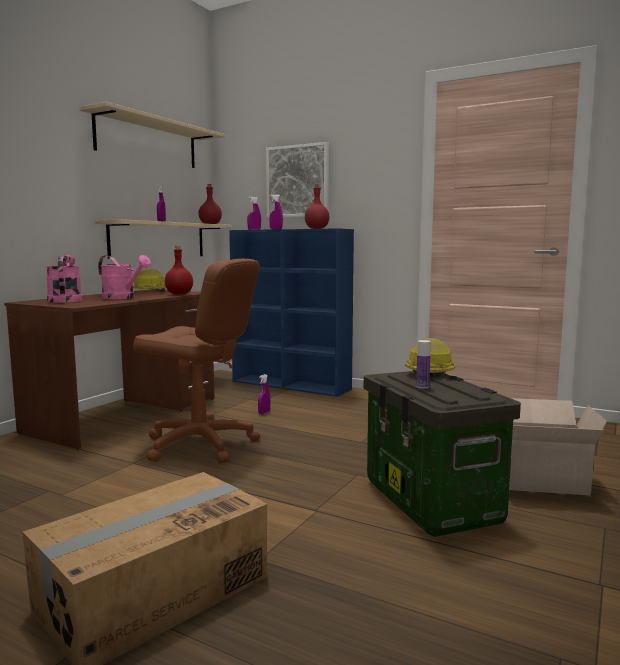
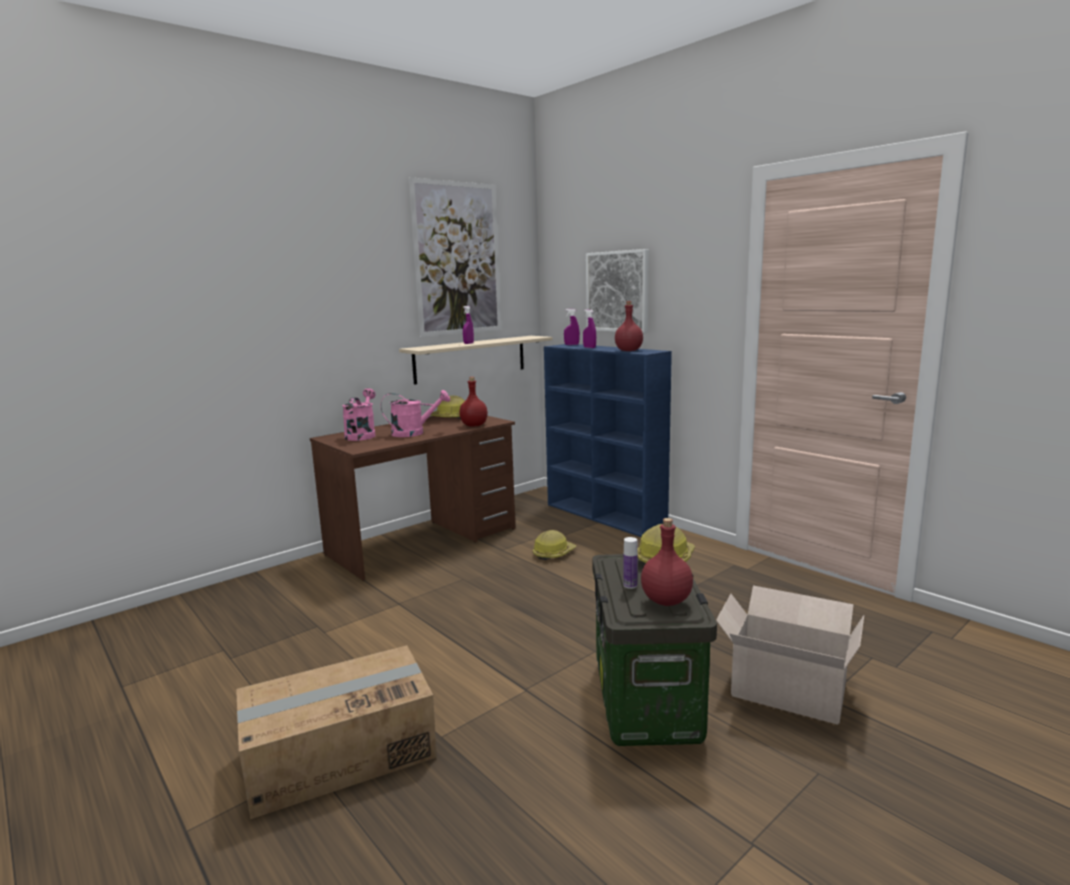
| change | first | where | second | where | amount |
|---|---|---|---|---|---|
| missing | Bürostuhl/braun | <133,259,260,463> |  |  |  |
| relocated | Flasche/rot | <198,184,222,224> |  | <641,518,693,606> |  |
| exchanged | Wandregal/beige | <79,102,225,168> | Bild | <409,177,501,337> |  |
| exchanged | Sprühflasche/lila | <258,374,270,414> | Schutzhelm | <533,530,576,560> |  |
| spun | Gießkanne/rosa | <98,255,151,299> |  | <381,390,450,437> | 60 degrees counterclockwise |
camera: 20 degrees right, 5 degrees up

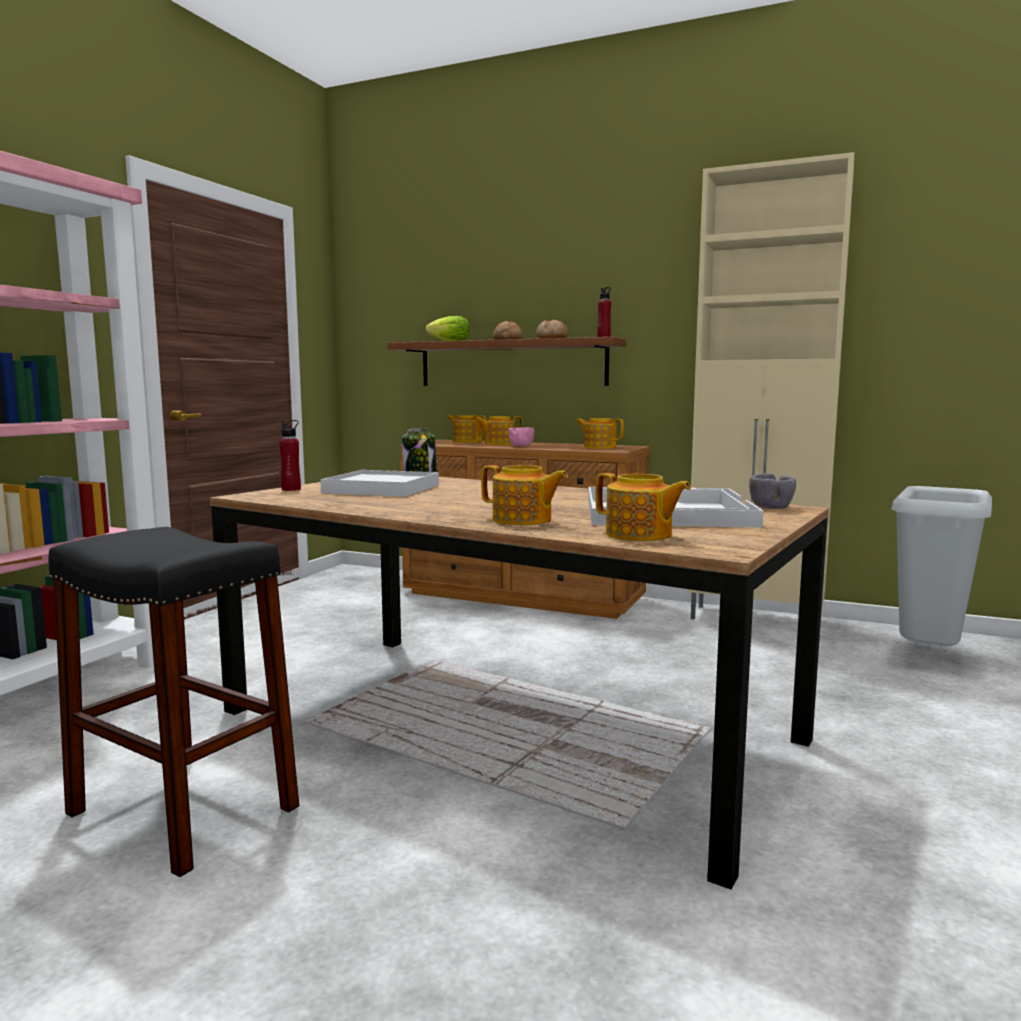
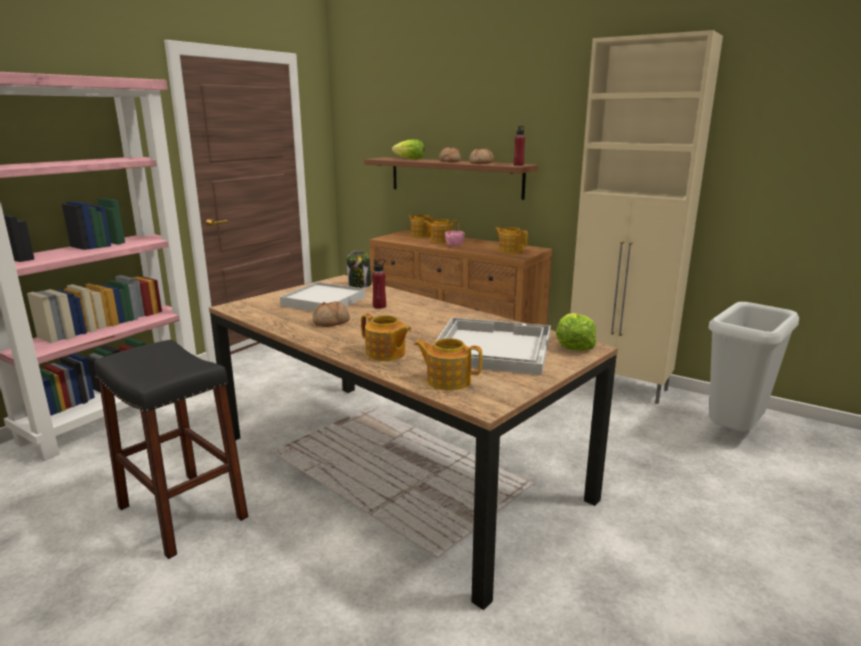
| change | first | where | second | where | amount |
|---|---|---|---|---|---|
| appeared |  |  | Brot | <313,301,350,327> |  |
| relocated | Flasche/rot | <279,420,301,491> |  | <372,259,386,309> |  |
| exchanged | Schüssel/grau | <749,473,796,509> | Salatkopf | <556,313,597,351> |  |
| spun | Teekanne | <595,473,691,542> |  | <414,338,482,390> | 150 degrees clockwise |
camera: 10 degrees right, 10 degrees up

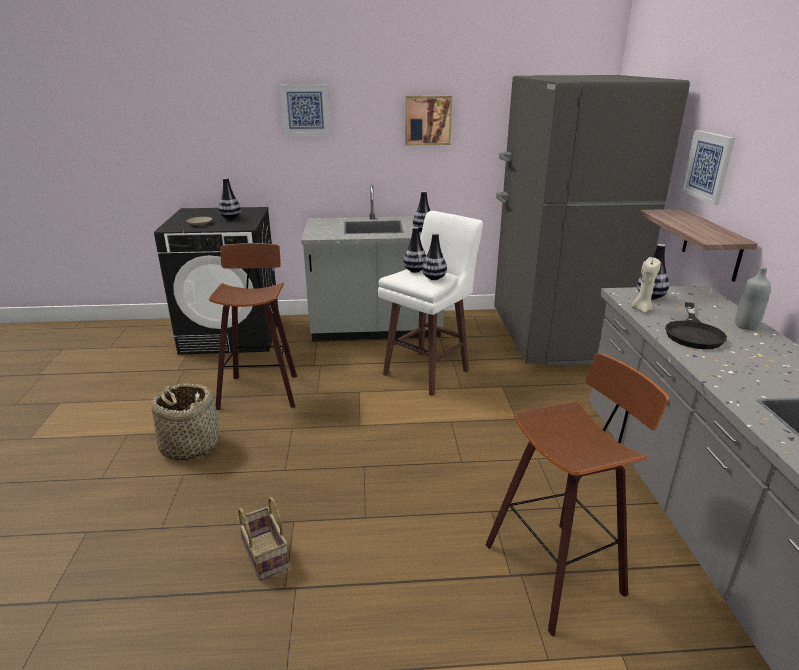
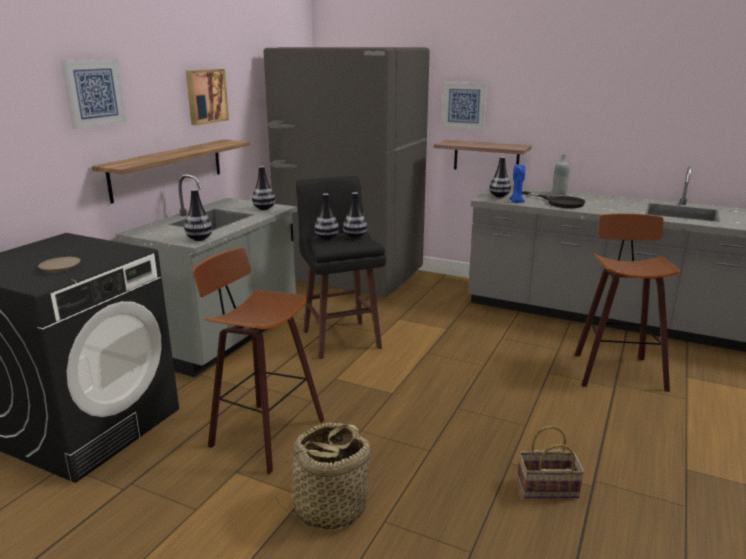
| change | first | where | second | where | amount |
|---|---|---|---|---|---|
| appeared |  |  | Wandregal | <92,139,250,204> |  |
| relocated | Vase | <219,178,241,220> |  | <184,189,213,241> |  |
| colour | Hocker/weiß | <378,211,483,396> | Hocker/schwarz | <296,176,386,359> |  |
| colour | Kerze/beige | <632,257,661,313> | Kerze/blau | <509,164,525,203> |  |
camera: 60 degrees left, 5 degrees down

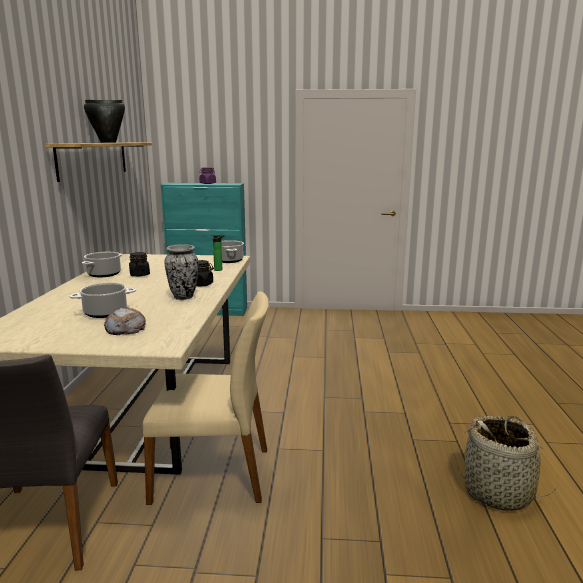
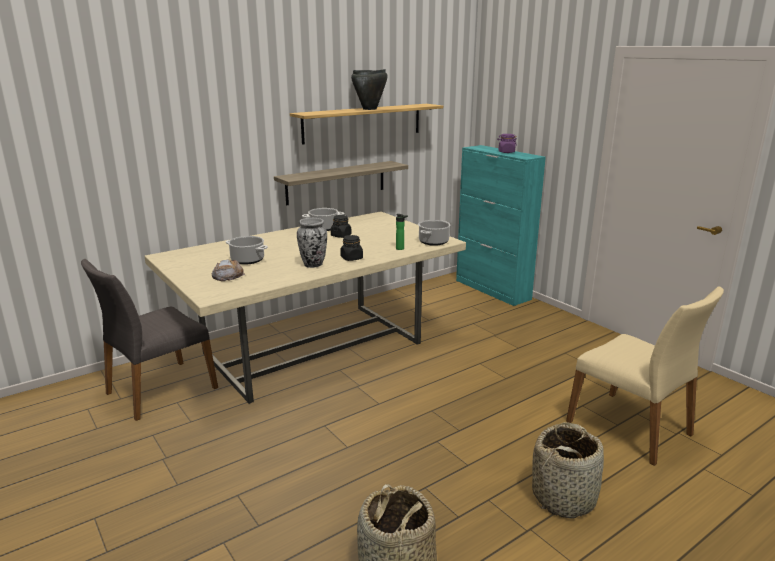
| change | first | where | second | where | amount |
|---|---|---|---|---|---|
| appeared |  |  | Wandregal | <274,161,408,205> |  |
| appeared |  |  | Korb | <532,422,604,519> |  |
| relocated | Stuhl/beige | <143,291,269,505> |  | <566,286,724,466> |  |
camera: 50 degrees right, 5 degrees up

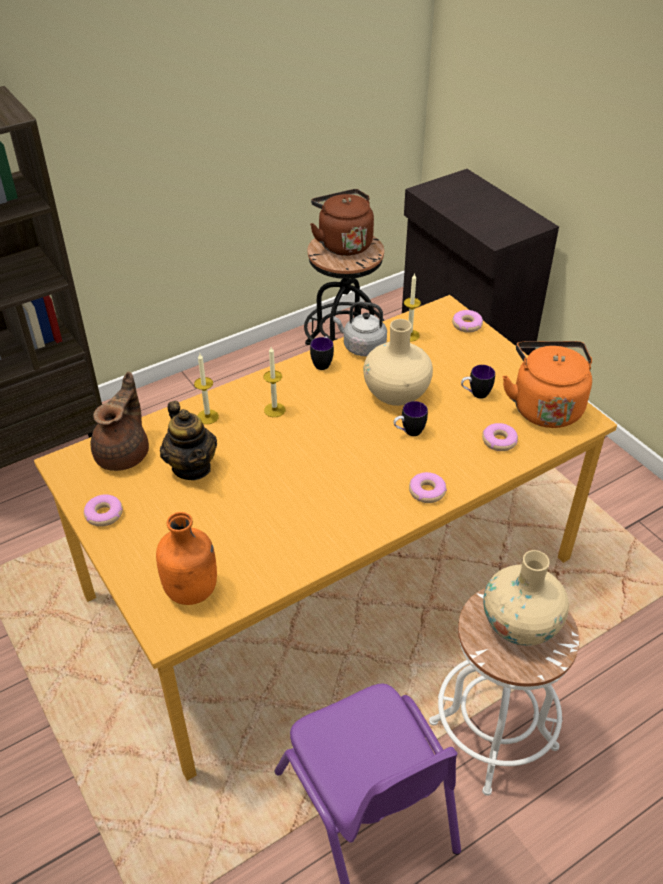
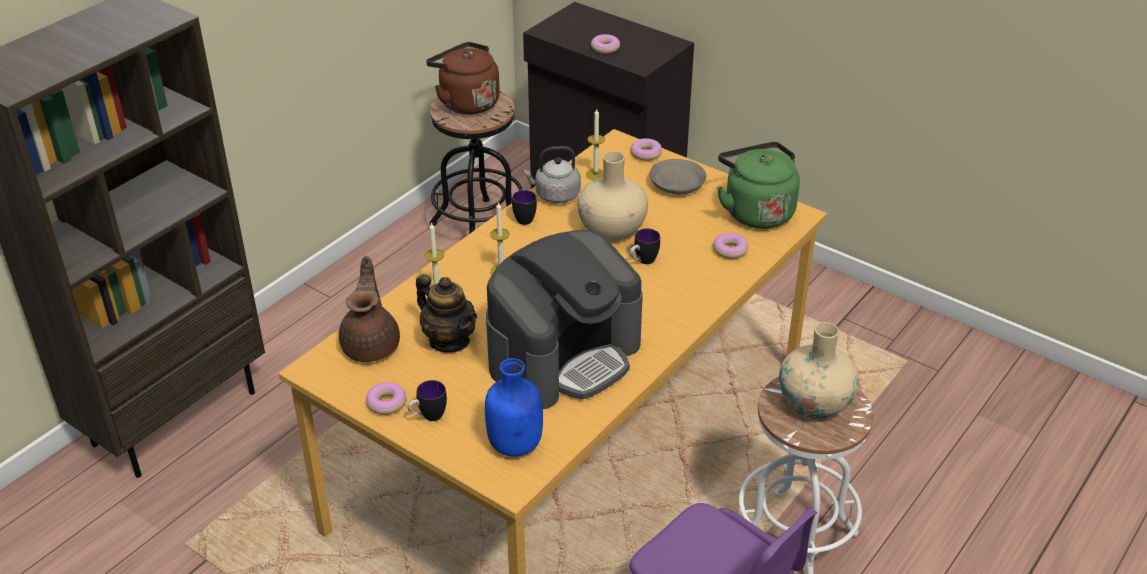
| change | first | where | second | where | amount |
|---|---|---|---|---|---|
| appeared |  |  | Kaffeemaschine | <486,230,643,409> |  |
| appeared |  |  | Schüssel/grau | <650,159,706,195> |  |
| relocated | Donut | <409,472,447,503> |  | <591,34,620,54> |  |
| relocated | Henkelbecher | <461,365,495,399> |  | <407,380,447,421> |  |
| colour | Flasche/orange | <156,512,217,605> | Flasche/blau | <485,358,543,457> |  |
| colour | Wasserkessel/orange | <502,341,592,428> | Wasserkessel/grün | <717,142,800,229> |  |
camera: 20 degrees left, 5 degrees down

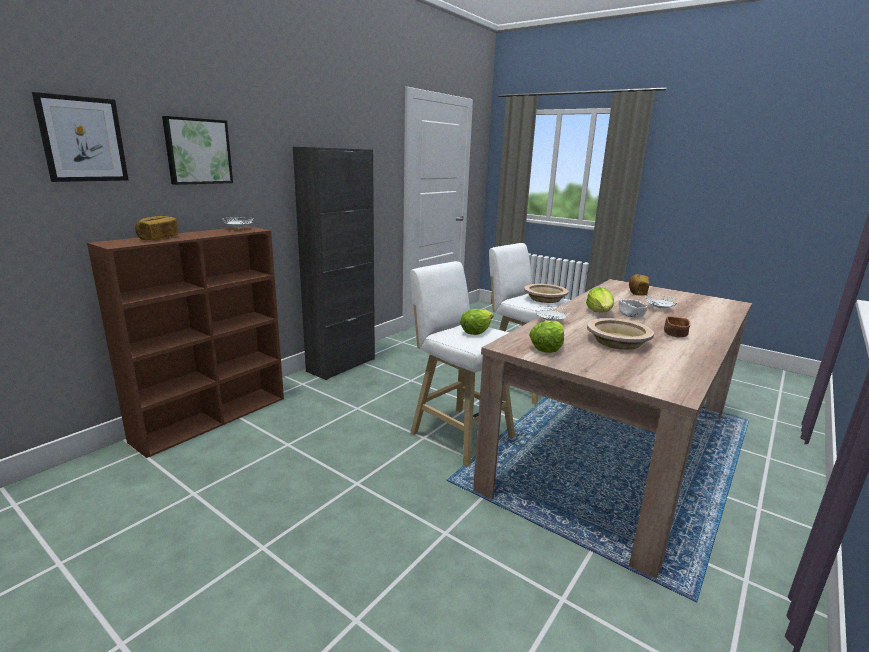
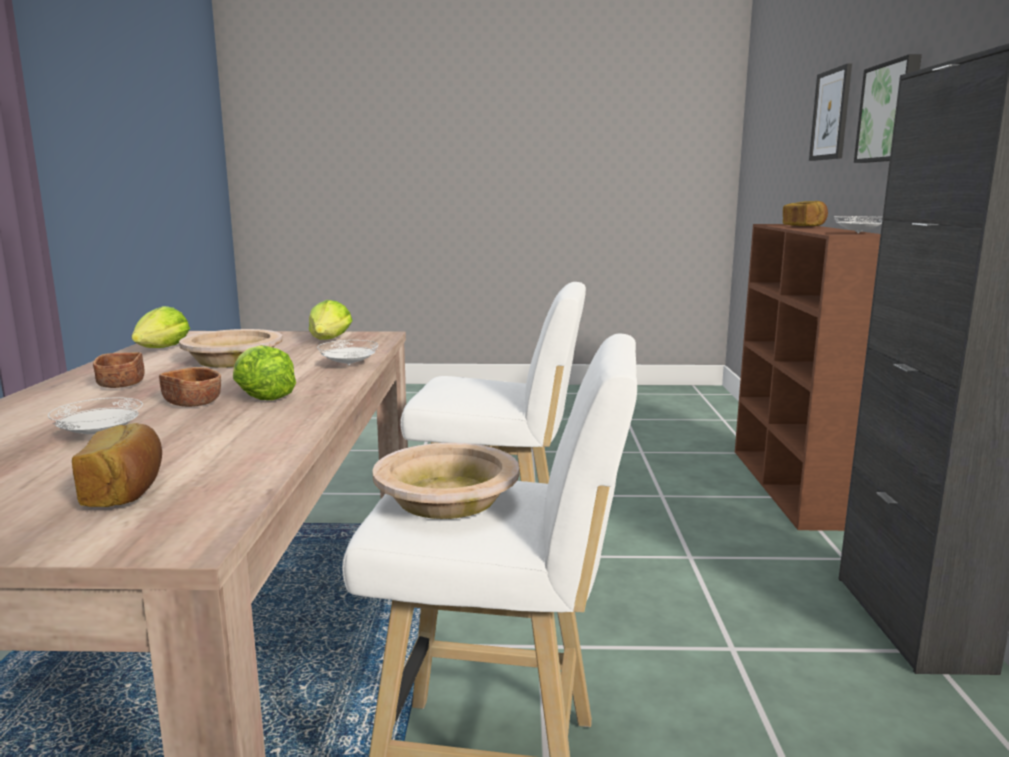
| change | first | where | second | where | amount |
|---|---|---|---|---|---|
| relocated | Salatkopf | <460,309,494,335> |  | <132,306,190,348> |  |
| colour | Schüssel/weiß | <619,299,647,318> | Schüssel/braun | <159,367,221,407> |  |
camera: 145 degrees right, 5 degrees down

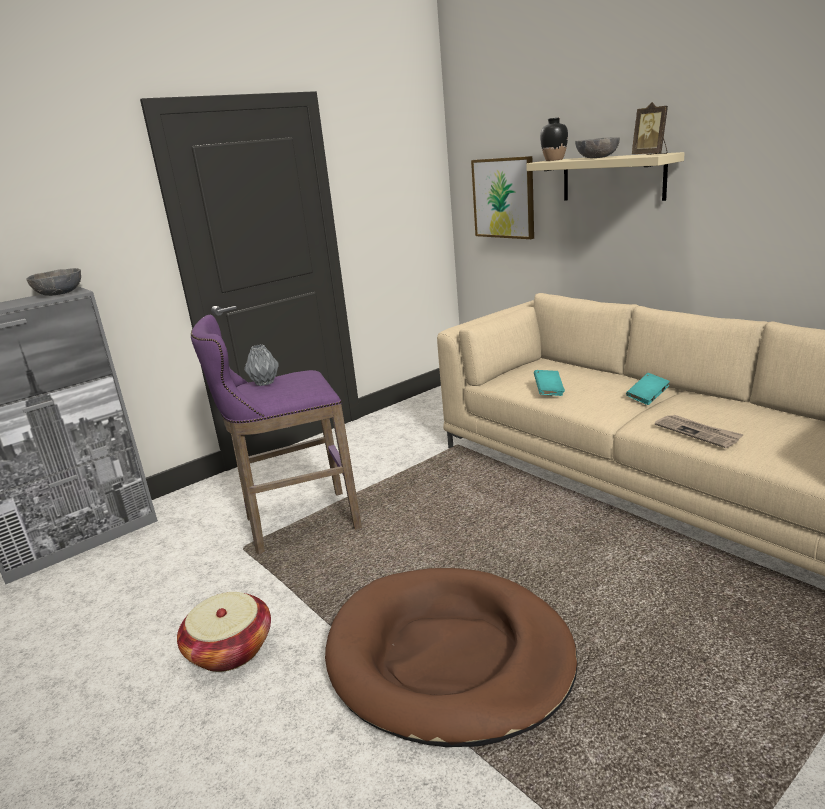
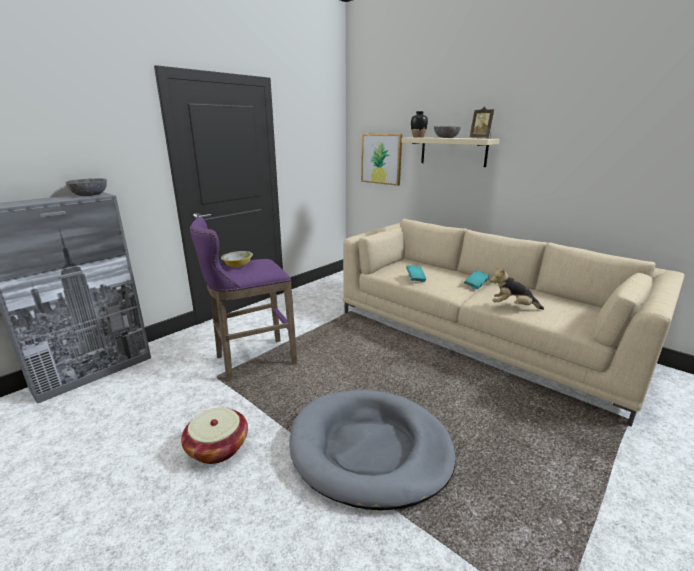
| change | first | where | second | where | amount |
|---|---|---|---|---|---|
| exchanged | Vase/grau | <244,344,279,386> | Schüssel | <221,251,253,267> |  |
| exchanged | Zeitung | <655,415,744,448> | Plüschtier | <490,267,544,310> |  |
| colour | Hundebett/braun | <325,568,578,747> | Hundebett/grau | <289,390,456,511> |  |
camera: 10 degrees left, 0 degrees up

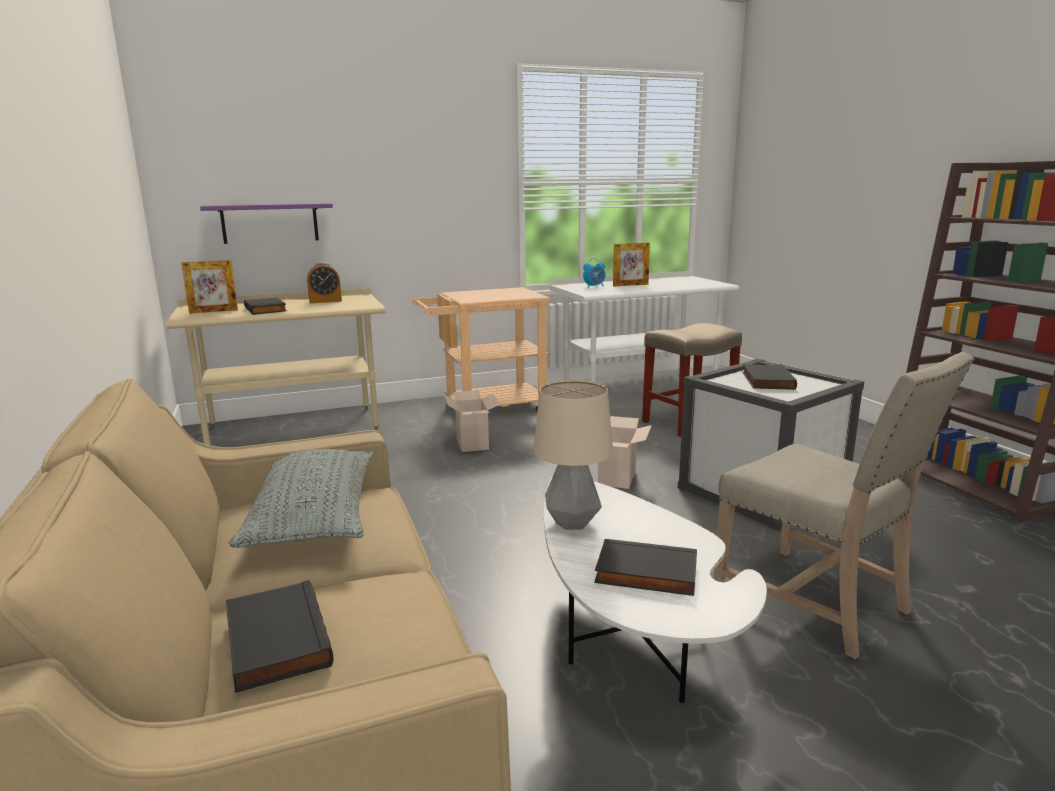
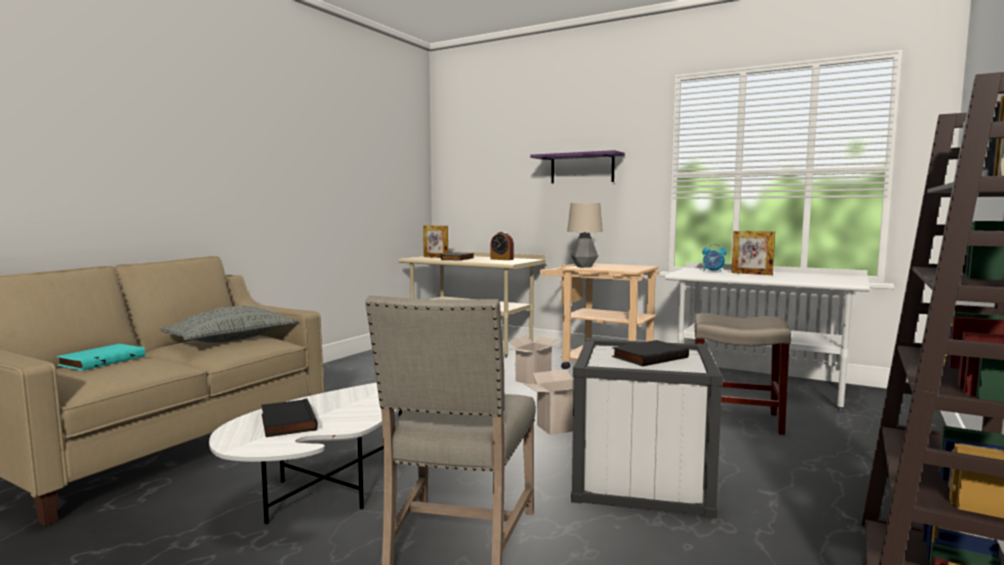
| change | first | where | second | where | amount |
|---|---|---|---|---|---|
| relocated | Wandregal/lila | <200,203,333,244> |  | <530,150,625,183> |  |
| relocated | Tischlampe | <533,380,613,530> |  | <567,203,603,268> |  |
| colour | Buch/schwarz | <226,580,334,693> | Buch/türkis | <56,344,145,371> |  |
camera: 50 degrees right, 10 degrees down

